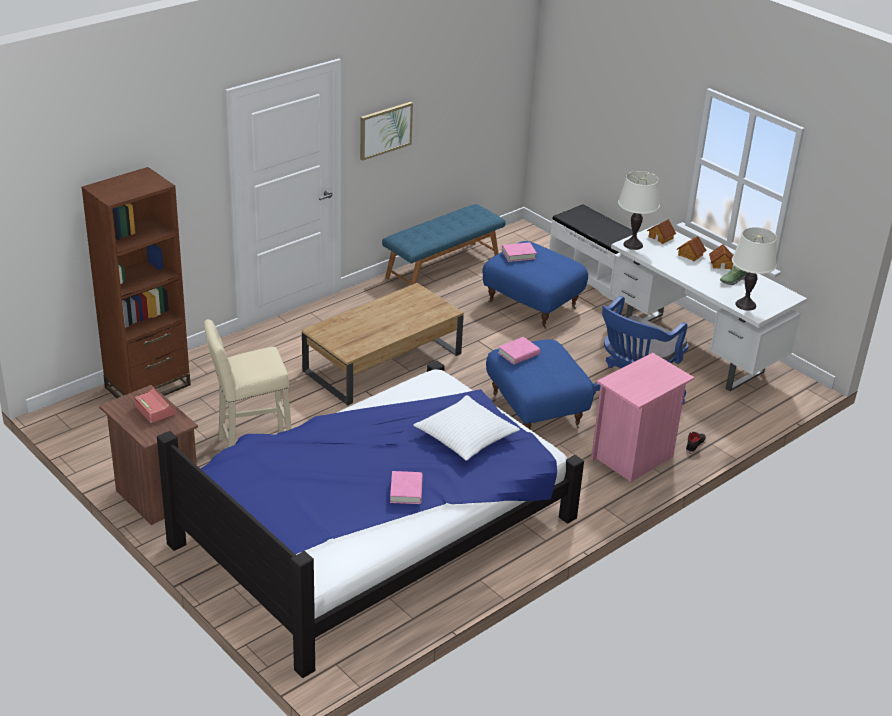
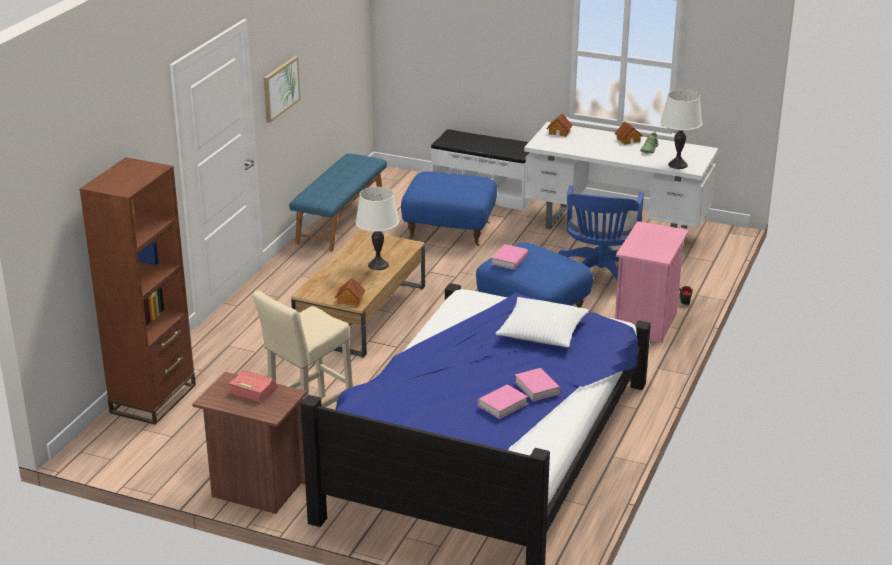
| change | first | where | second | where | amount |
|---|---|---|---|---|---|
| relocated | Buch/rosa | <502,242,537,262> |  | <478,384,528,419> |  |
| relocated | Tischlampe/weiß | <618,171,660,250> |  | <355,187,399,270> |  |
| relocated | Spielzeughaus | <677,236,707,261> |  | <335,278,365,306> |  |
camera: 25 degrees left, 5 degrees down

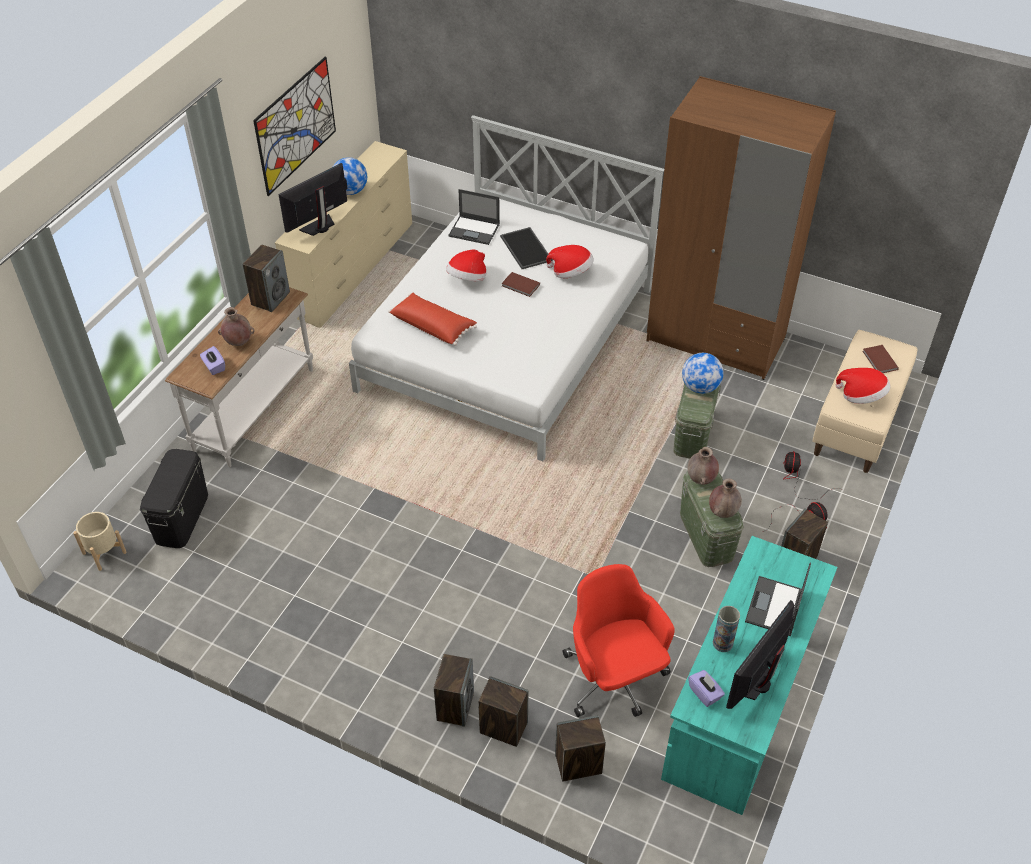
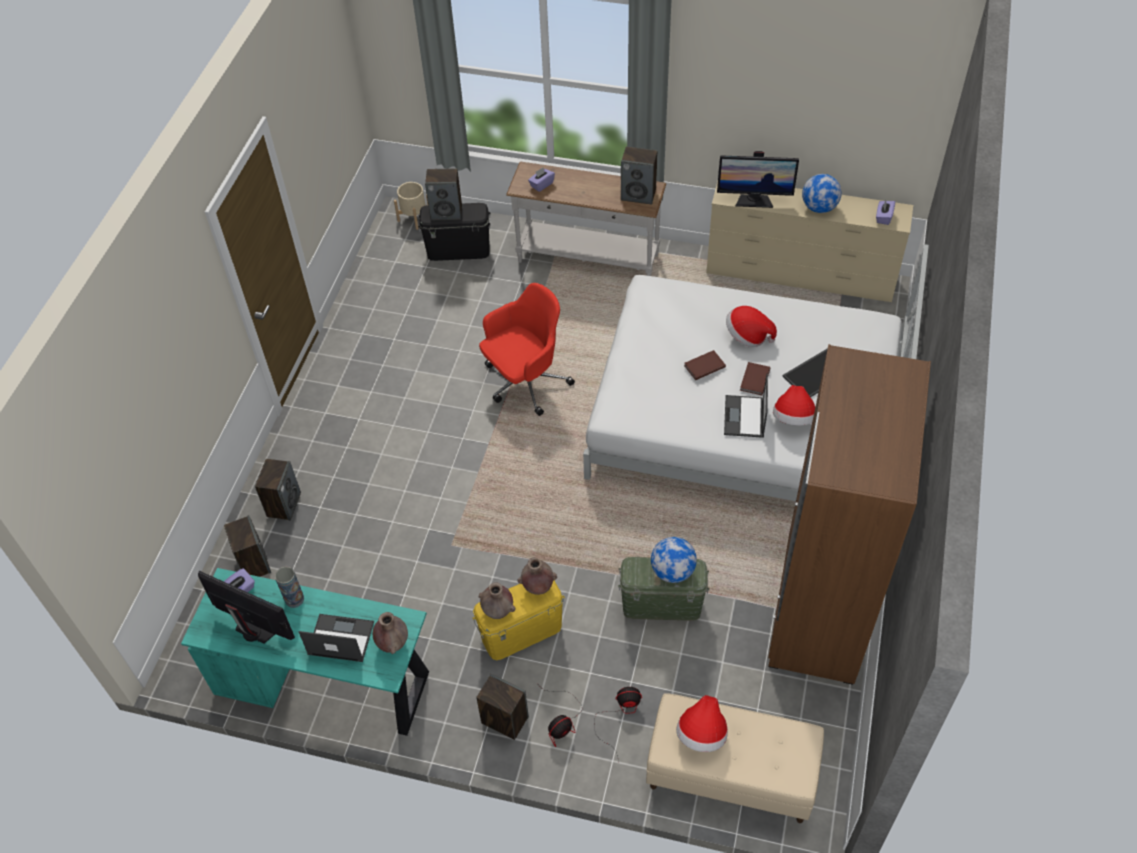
| change | first | where | second | where | amount |
|---|---|---|---|---|---|
| missing | Bild | <253,56,336,196> |  |  |  |
| missing | Kissen/rot | <388,293,477,346> |  |  |  |
| appeared |  |  | Taschentuchbox/lila | <876,200,895,225> |  |
| relocated | Vase/braun | <218,307,254,346> |  | <373,612,408,654> |  |
| relocated | Lautsprecher | <434,654,474,727> |  | <425,168,462,220> |  |
| relocated | Laptop | <449,189,500,245> |  | <724,374,768,438> |  |
| relocated | Bürostuhl/rot | <563,564,675,717> |  | <479,283,575,416> |  |
| relocated | Buch/braun | <862,345,899,373> |  | <684,350,726,380> |  |
| colour | Aufbewahrungsbox/grün | <680,471,744,567> | Aufbewahrungsbox/gelb | <472,580,565,660> |  |
| spun | Monitor | <278,163,348,236> |  | <717,151,799,208> | 150 degrees clockwise |
camera: 80 degrees right, 5 degrees up

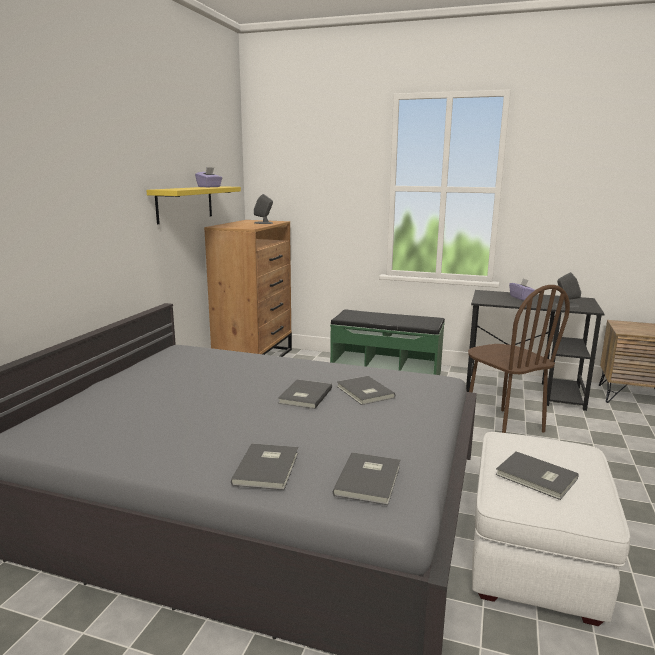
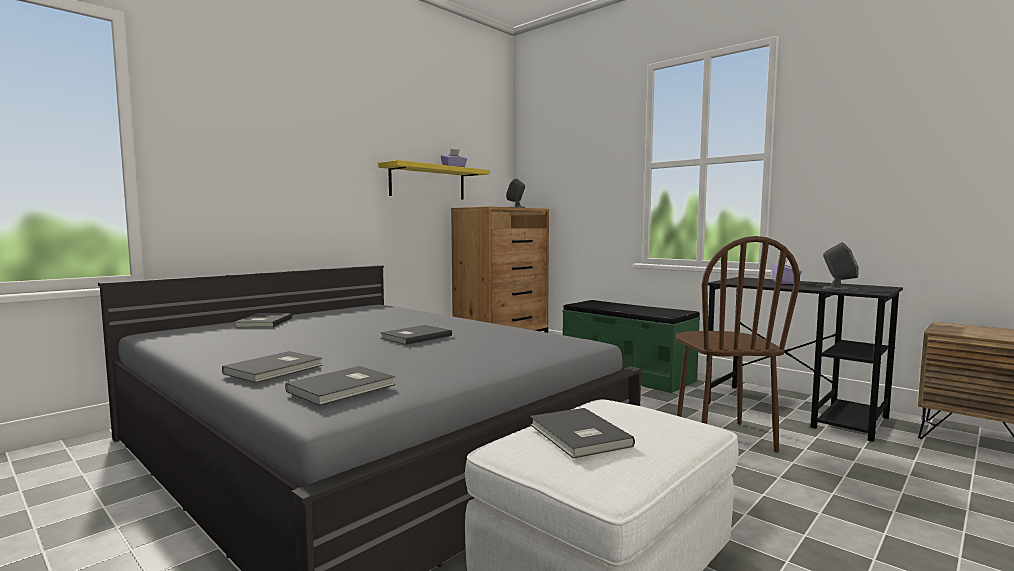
| change | first | where | second | where | amount |
|---|---|---|---|---|---|
| relocated | Buch/grau | <337,376,395,405> |  | <235,313,292,328> |  |
camera: 25 degrees right, 10 degrees down

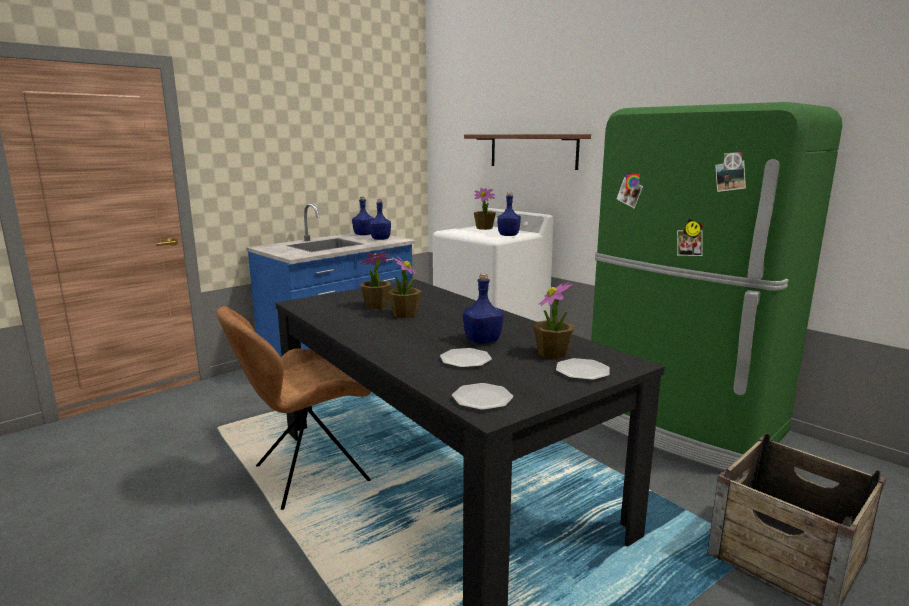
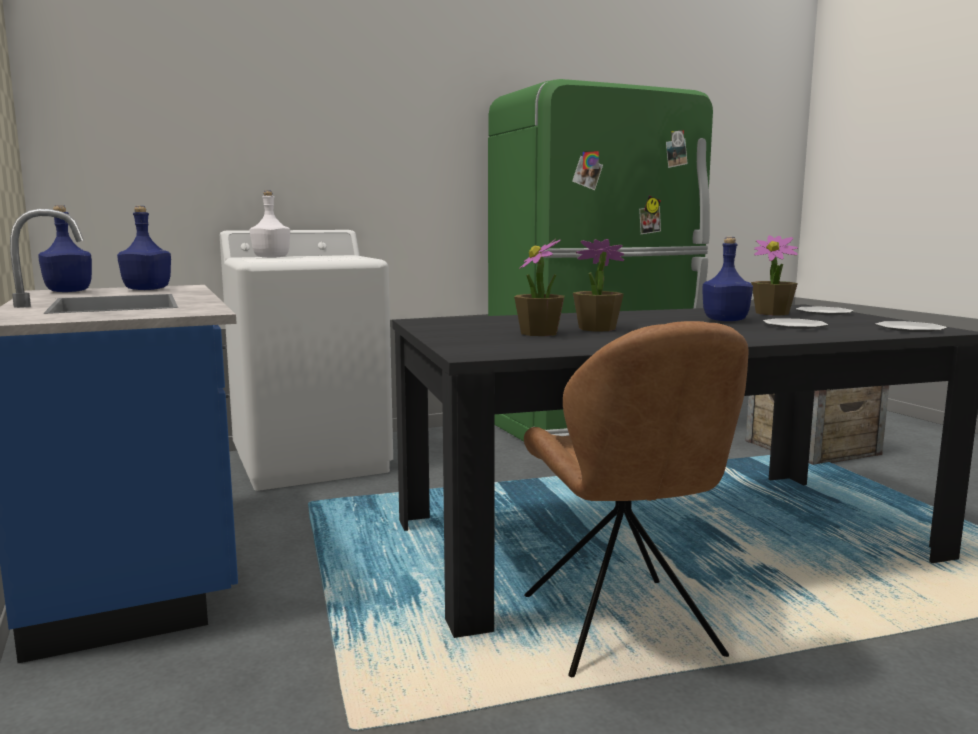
| change | first | where | second | where | amount |
|---|---|---|---|---|---|
| missing | Wandregal/braun | <464,134,591,170> |  |  |  |
| missing | Flasche/blau | <497,192,521,236> |  |  |  |
| exchanged | Topfpflanze | <474,188,496,230> | Flasche/weiß | <250,191,290,258> |  |
camera: 70 degrees left, 5 degrees down

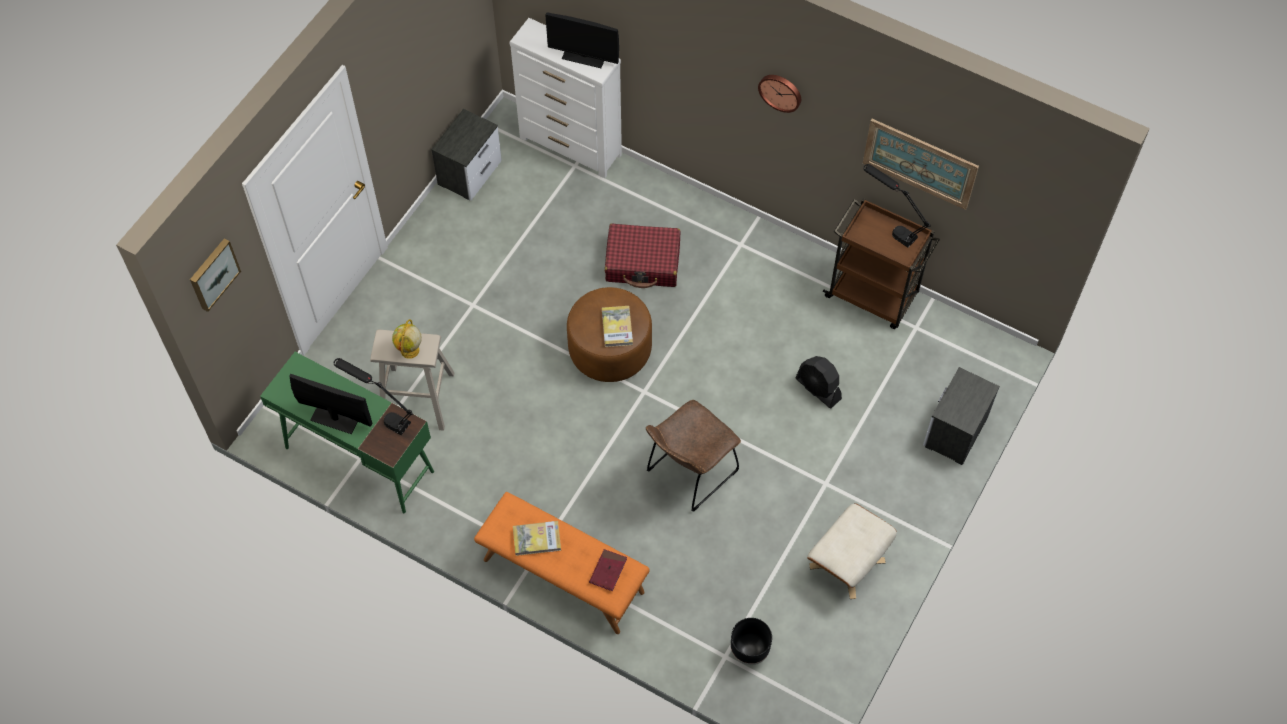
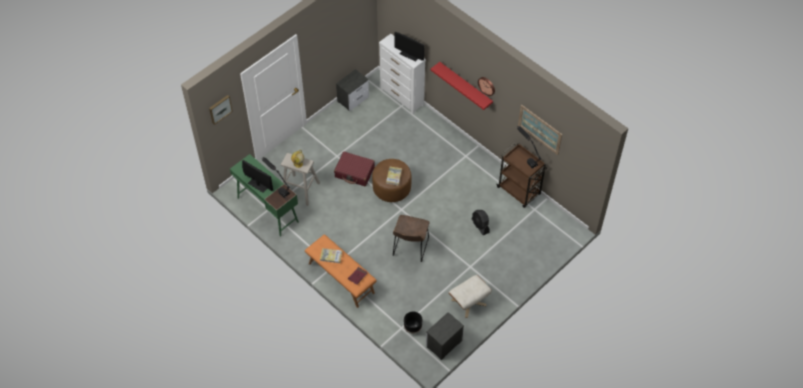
| change | first | where | second | where | amount |
|---|---|---|---|---|---|
| appeared |  |  | Wandregal/rot | <431,62,493,110> |  |
| relocated | Koffer/rot | <605,223,680,288> |  | <334,151,375,186> |  |
| relocated | Nachttisch | <923,367,1000,465> |  | <426,312,464,360> |  |
| spun | Stuhl/braun | <646,400,741,512> |  | <393,215,430,262> | 45 degrees counterclockwise |
camera: 15 degrees right, 5 degrees down

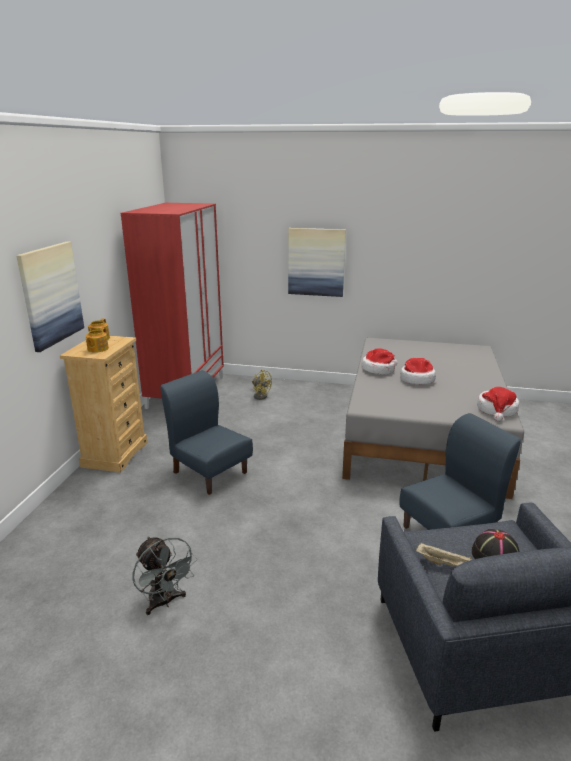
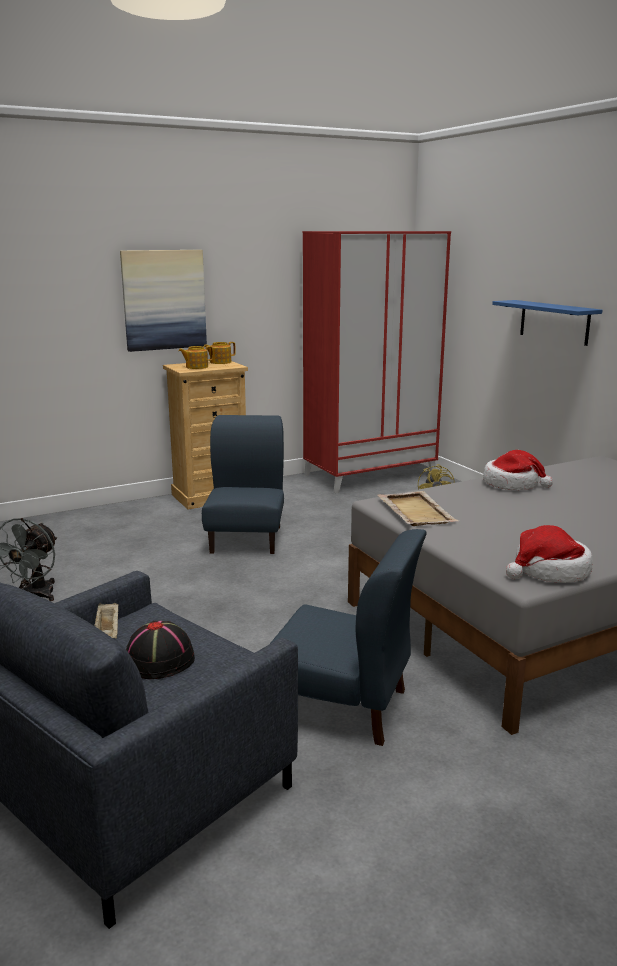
| change | first | where | second | where | amount |
|---|---|---|---|---|---|
| missing | Hut | <400,358,436,385> |  |  |  |
| appeared |  |  | Tablett/beige | <378,491,459,526> |  |
| exchanged | Bild | <288,228,346,297> | Wandregal/blau | <492,300,603,346> |  |
camera: 50 degrees right, 5 degrees down

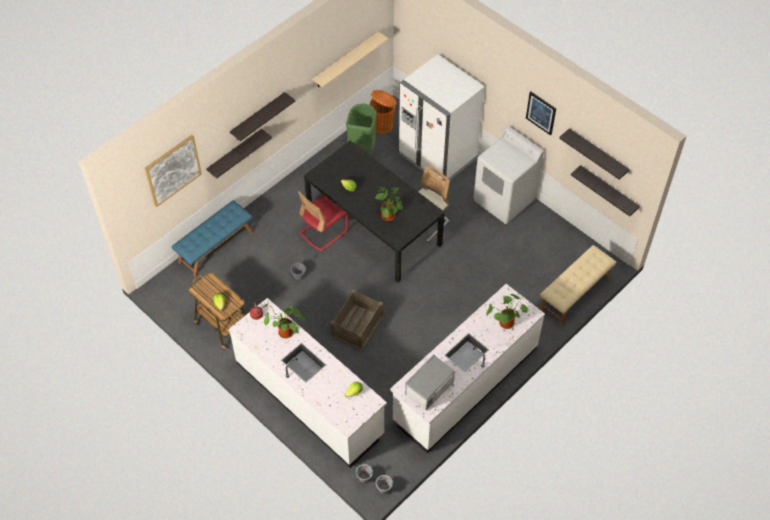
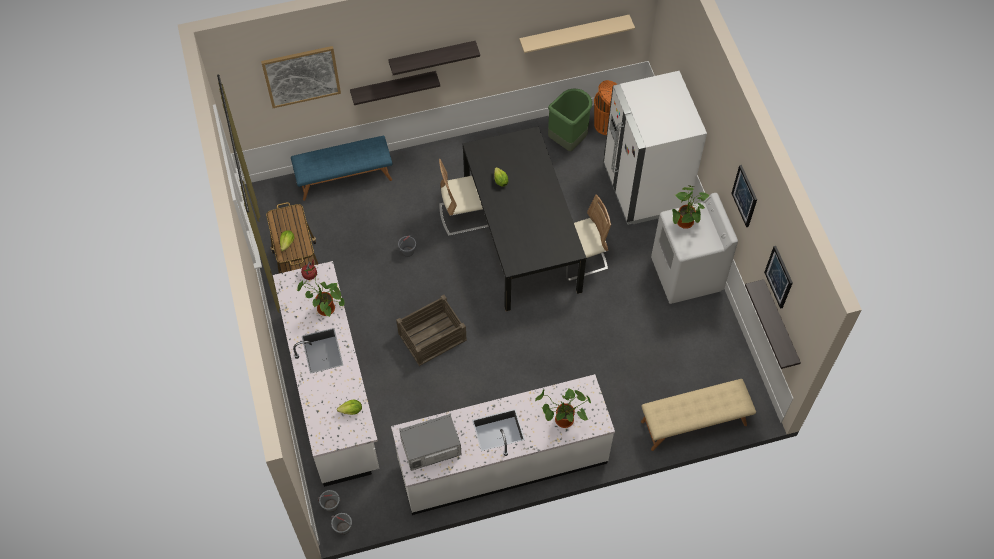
| change | first | where | second | where | amount |
|---|---|---|---|---|---|
| relocated | Topfpflanze | <375,186,403,221> |  | <672,185,710,229> |  |
| exchanged | Wandregal | <559,128,630,180> | Bild | <764,246,793,309> |  |
| colour | Stuhl/rot | <298,191,348,251> | Stuhl/beige | <439,159,489,236> |  |
camera: 30 degrees right, 5 degrees up

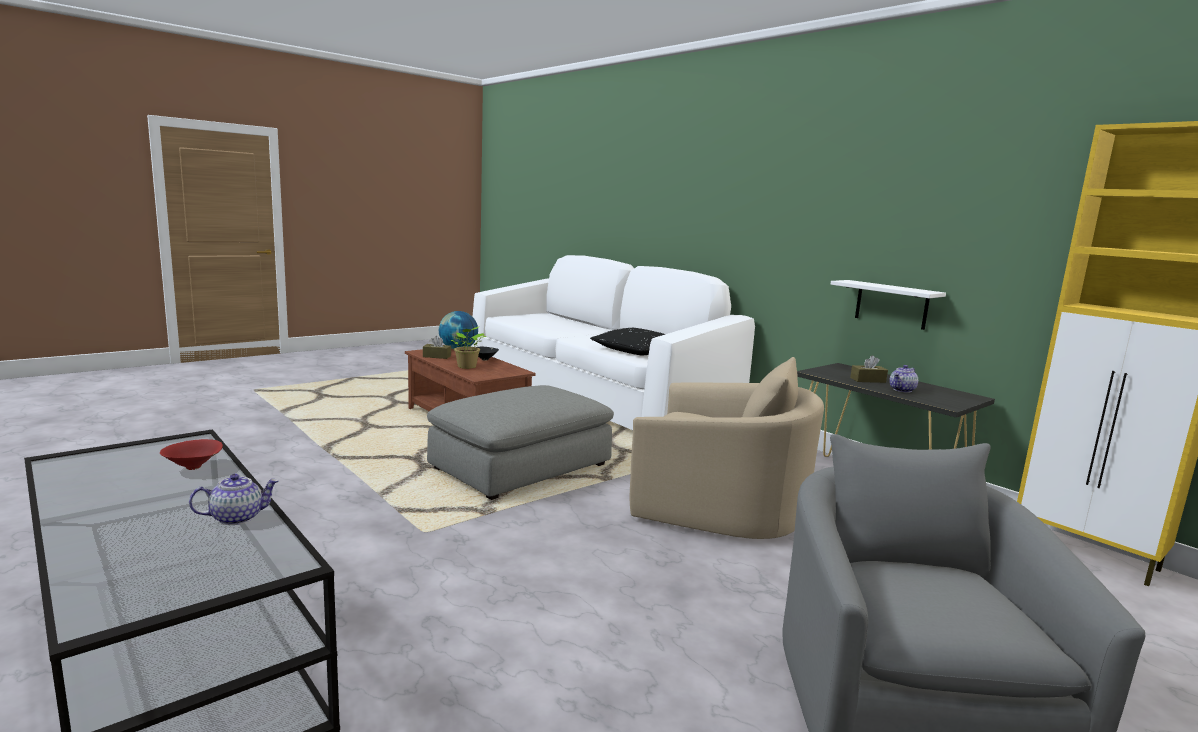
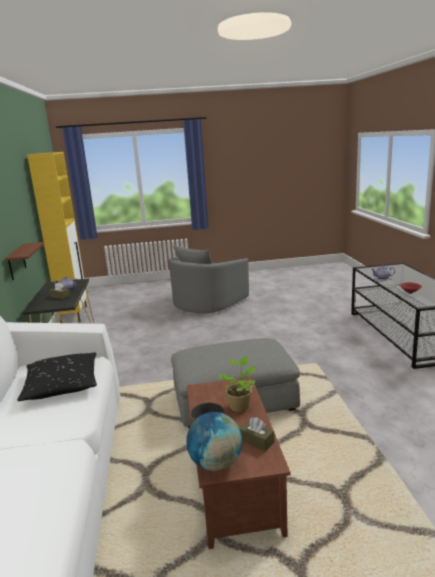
| change | first | where | second | where | amount |
|---|---|---|---|---|---|
| missing | Sessel/beige | <630,357,824,539> |  |  |  |
| colour | Wandregal/weiß | <831,280,946,330> | Wandregal/braun | <4,242,44,280> |  |
camera: 145 degrees left, 5 degrees up

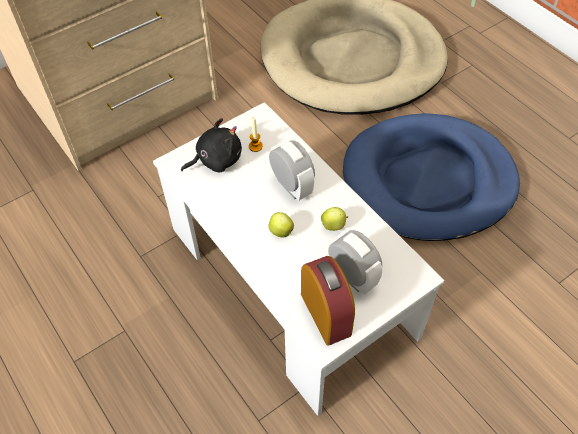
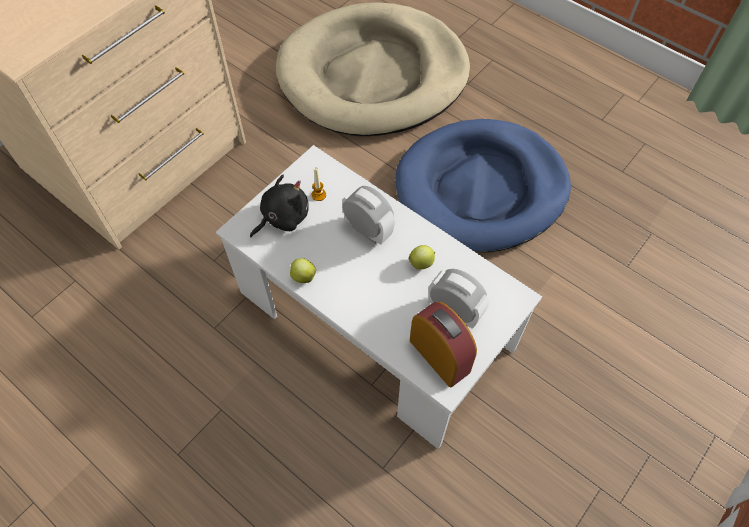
| change | first | where | second | where | amount |
|---|---|---|---|---|---|
| relocated | Apfel | <269,212,294,237> |  | <290,258,316,283> |  |
camera: 15 degrees left, 5 degrees up

